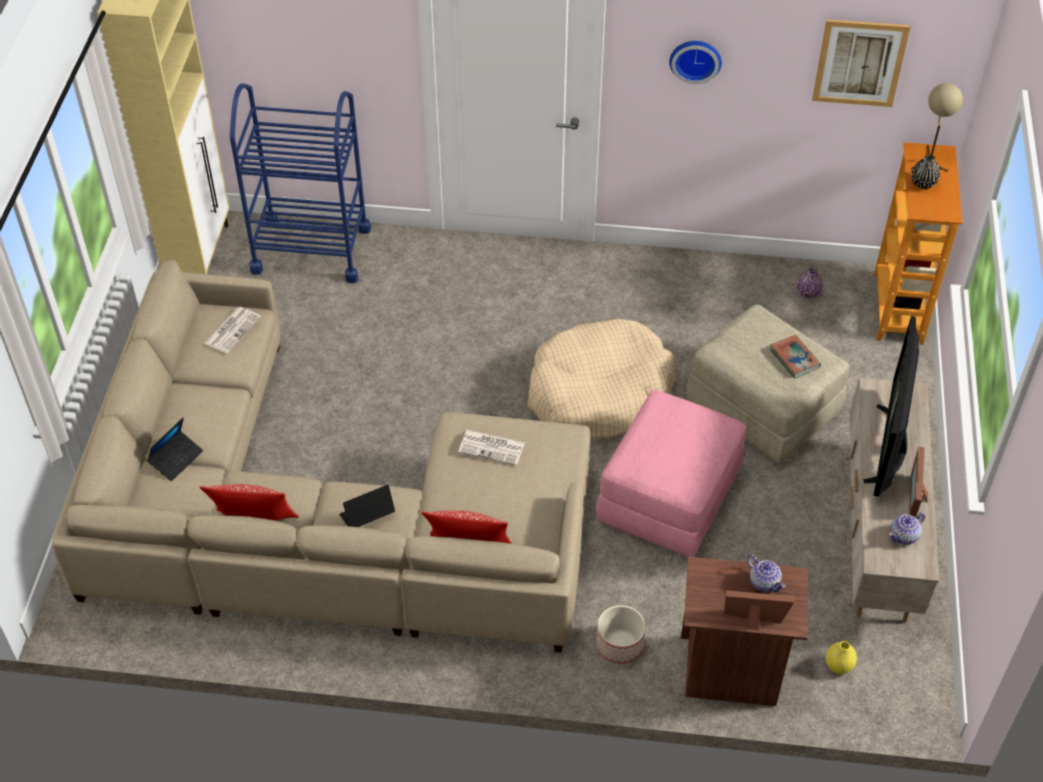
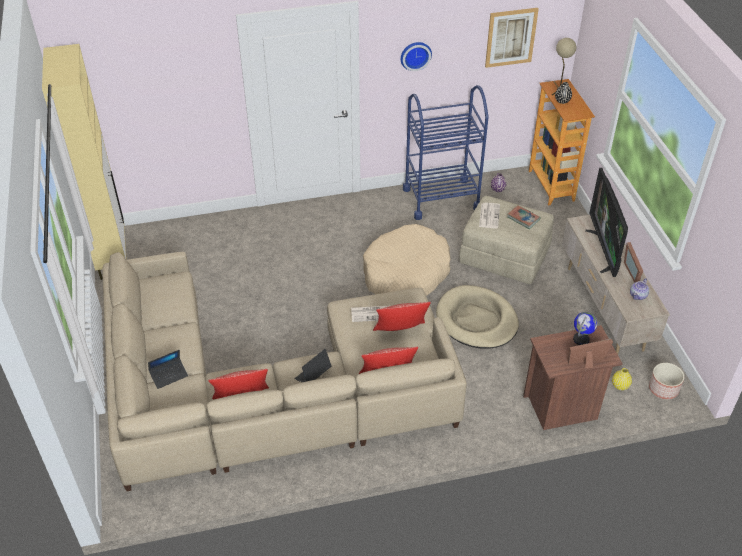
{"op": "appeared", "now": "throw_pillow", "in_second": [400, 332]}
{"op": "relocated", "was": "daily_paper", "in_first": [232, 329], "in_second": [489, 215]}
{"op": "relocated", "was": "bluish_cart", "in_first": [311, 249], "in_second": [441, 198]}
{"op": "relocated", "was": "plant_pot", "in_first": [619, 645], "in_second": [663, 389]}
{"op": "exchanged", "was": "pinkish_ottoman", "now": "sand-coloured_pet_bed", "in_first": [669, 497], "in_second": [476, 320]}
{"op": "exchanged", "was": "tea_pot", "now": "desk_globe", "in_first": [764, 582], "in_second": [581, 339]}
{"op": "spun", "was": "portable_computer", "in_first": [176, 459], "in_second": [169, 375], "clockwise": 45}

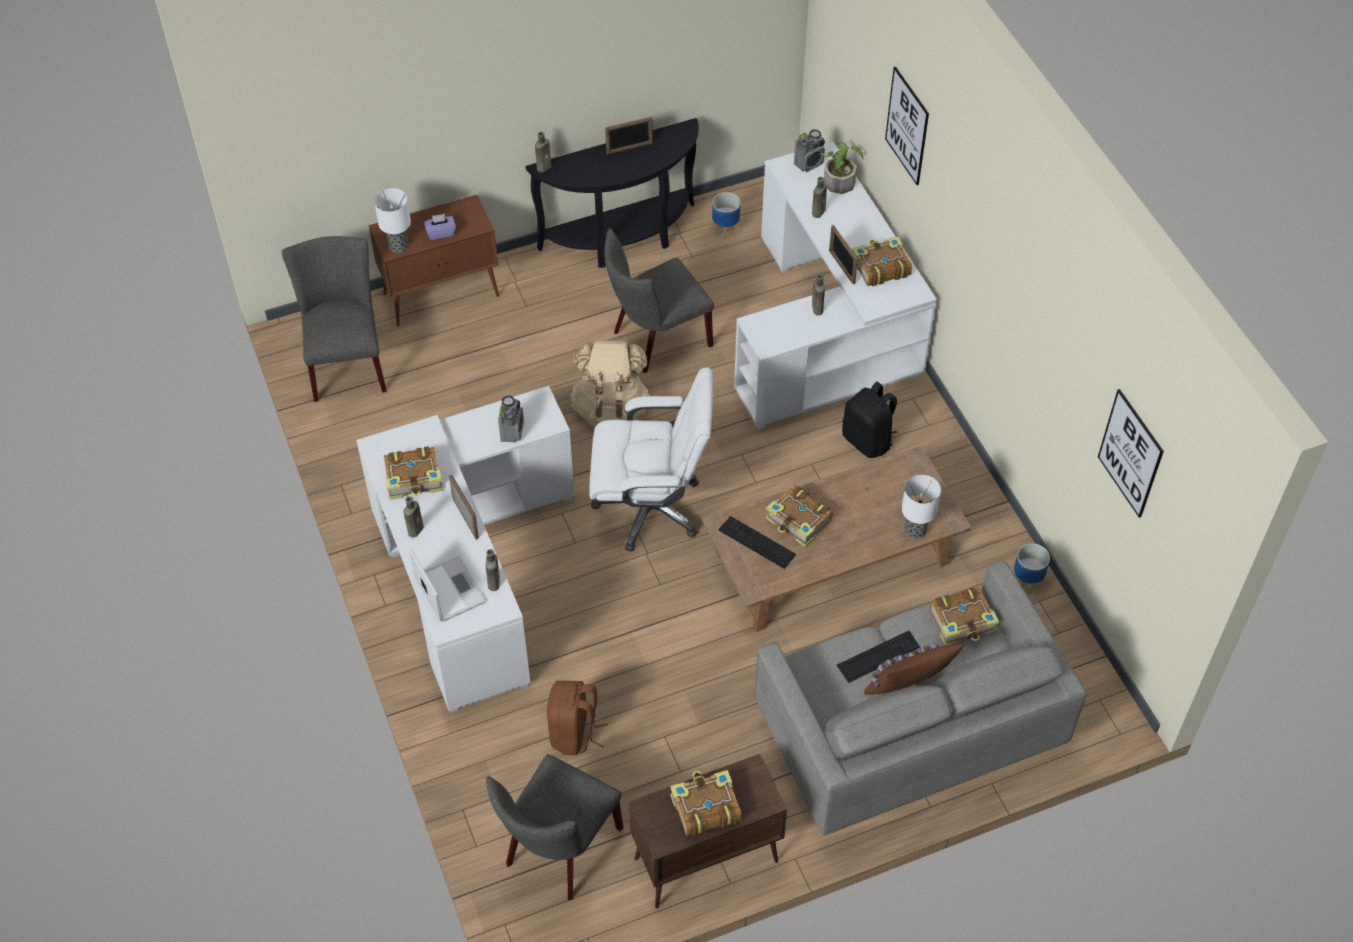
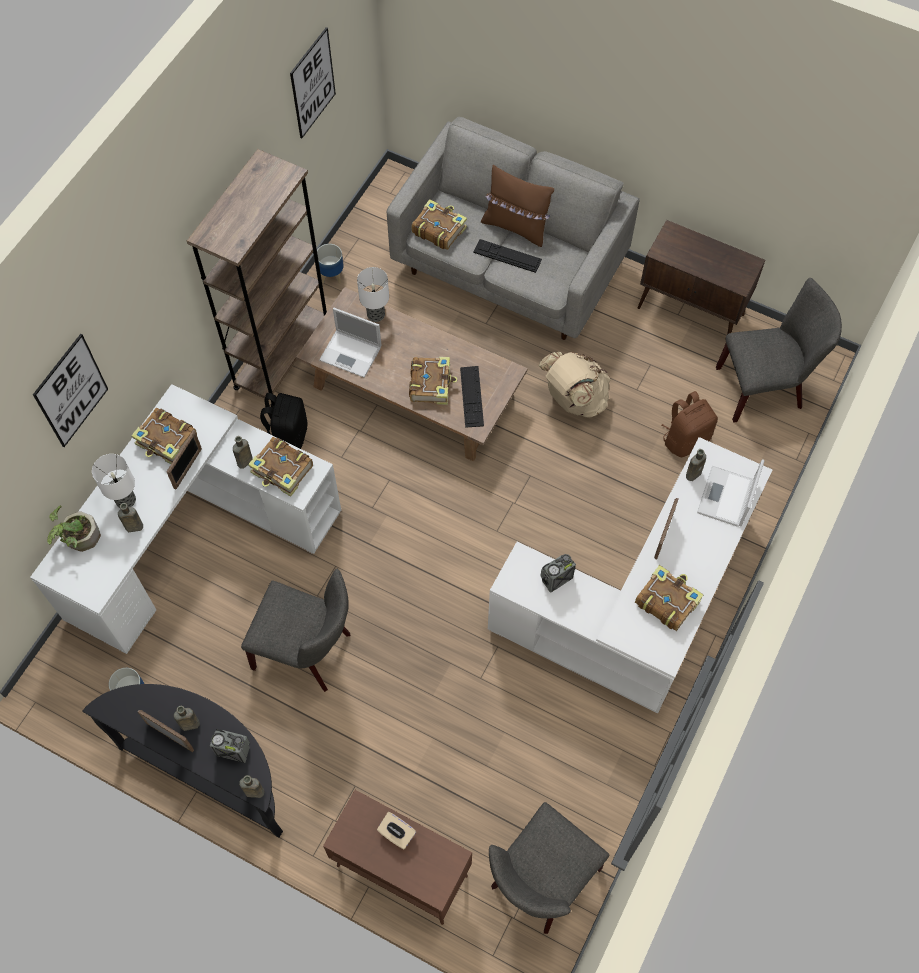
{"op": "missing", "was": "whitish_office_chair", "in_first": [651, 507]}
{"op": "appeared", "now": "brownish_bookshelf", "in_second": [282, 356]}
{"op": "appeared", "now": "portable_computer", "in_second": [351, 354]}
{"op": "relocated", "was": "tabletop_lamp", "in_first": [398, 246], "in_second": [126, 500]}
{"op": "relocated", "was": "brownish_beverage_bottle", "in_first": [416, 529], "in_second": [188, 725]}
{"op": "relocated", "was": "sand-coloured_knapsack", "in_first": [611, 409], "in_second": [573, 399]}
{"op": "relocated", "was": "bound_book", "in_first": [704, 808], "in_second": [282, 471]}
{"op": "relocated", "was": "radio_set", "in_first": [809, 163], "in_second": [233, 750]}
{"op": "colour", "was": "purple-coloured_tissue_holder", "now": "sand-coloured_tissue_holder", "in_first": [441, 233], "in_second": [396, 833]}

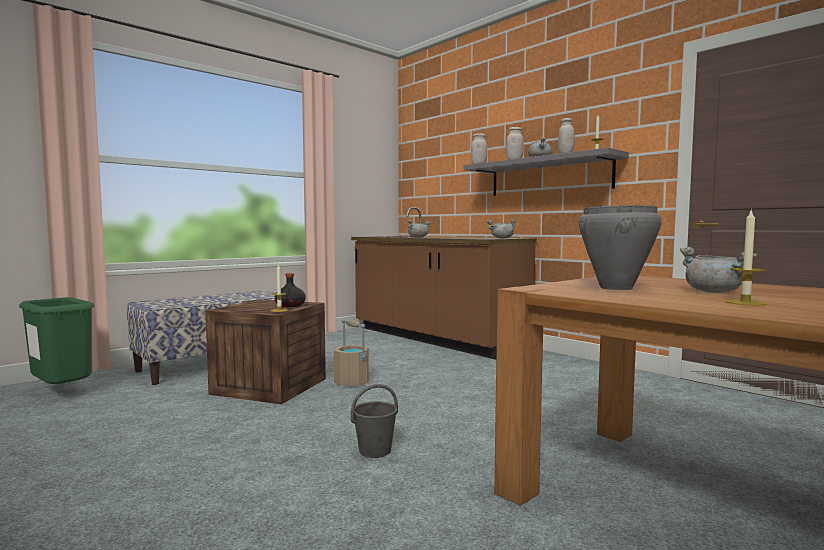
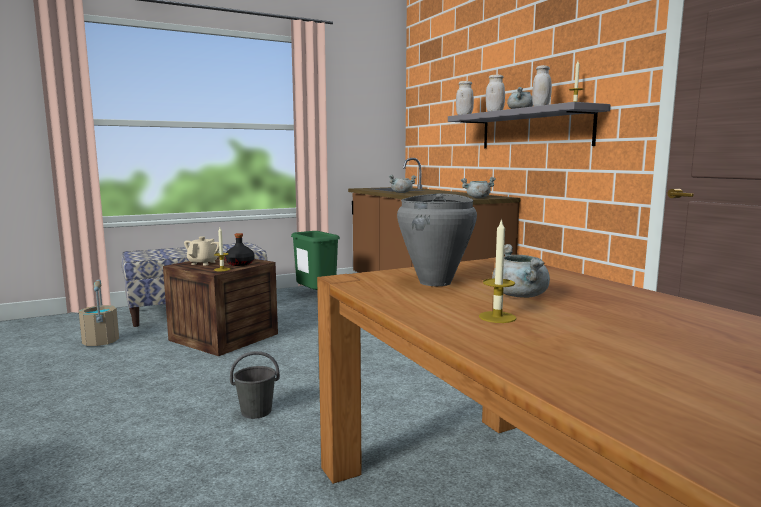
{"op": "appeared", "now": "sand-coloured_tea_pot", "in_second": [203, 263]}
{"op": "relocated", "was": "green-coloured_rubbish_bin", "in_first": [61, 394], "in_second": [315, 297]}
{"op": "relocated", "was": "sand-coloured_bucket", "in_first": [352, 382], "in_second": [100, 342]}

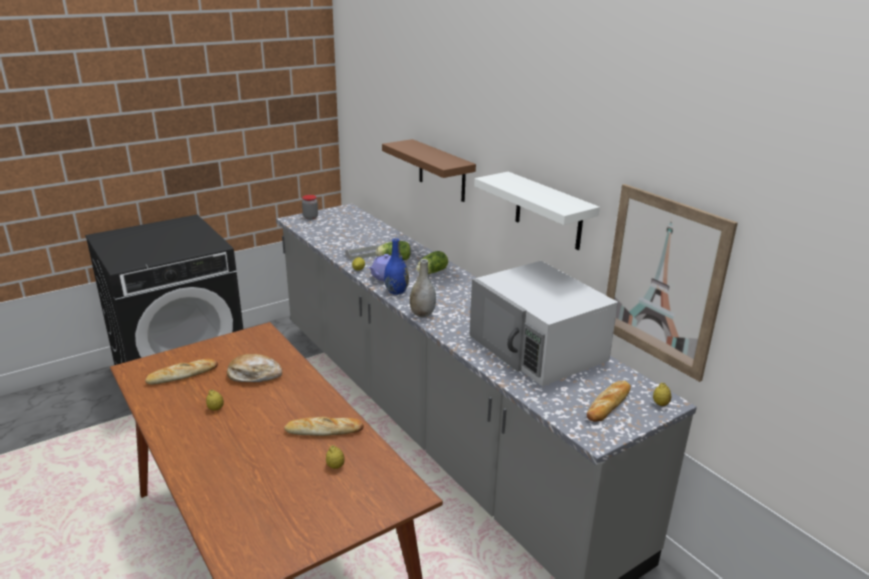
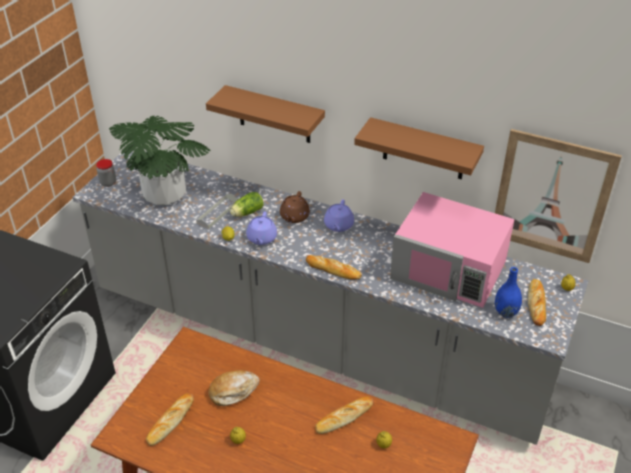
{"op": "appeared", "now": "houseplant", "in_second": [165, 194]}
{"op": "appeared", "now": "purple-coloured_tea_pot", "in_second": [338, 225]}
{"op": "relocated", "was": "bluish_vase", "in_first": [396, 291], "in_second": [505, 312]}
{"op": "exchanged", "was": "greyish_vase", "now": "bread", "in_first": [422, 314], "in_second": [333, 270]}
{"op": "exchanged", "was": "lettuce", "now": "brownish_tea_pot", "in_first": [430, 272], "in_second": [294, 217]}
{"op": "colour", "was": "whitish_microwave_oven", "now": "pinkish_microwave_oven", "in_first": [538, 348], "in_second": [449, 269]}
{"op": "colour", "was": "whitish_shelf", "now": "brownish_shelf", "in_first": [548, 211], "in_second": [423, 149]}

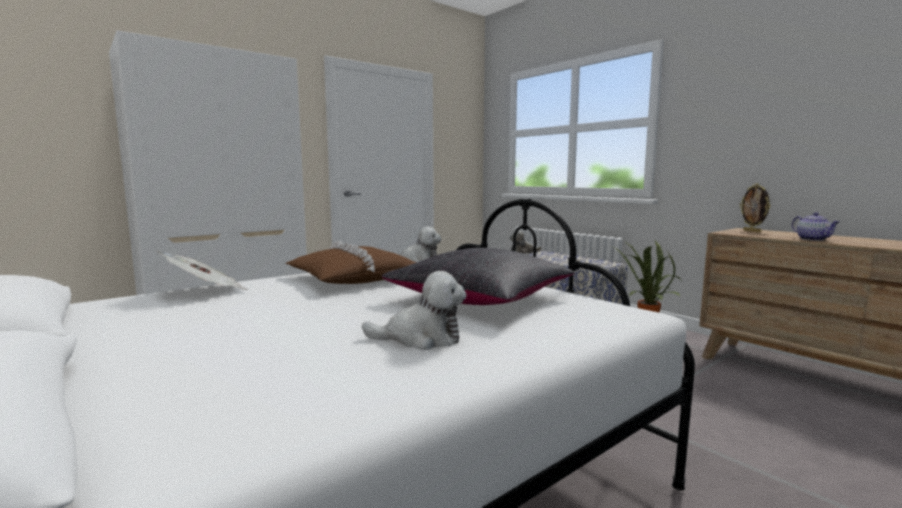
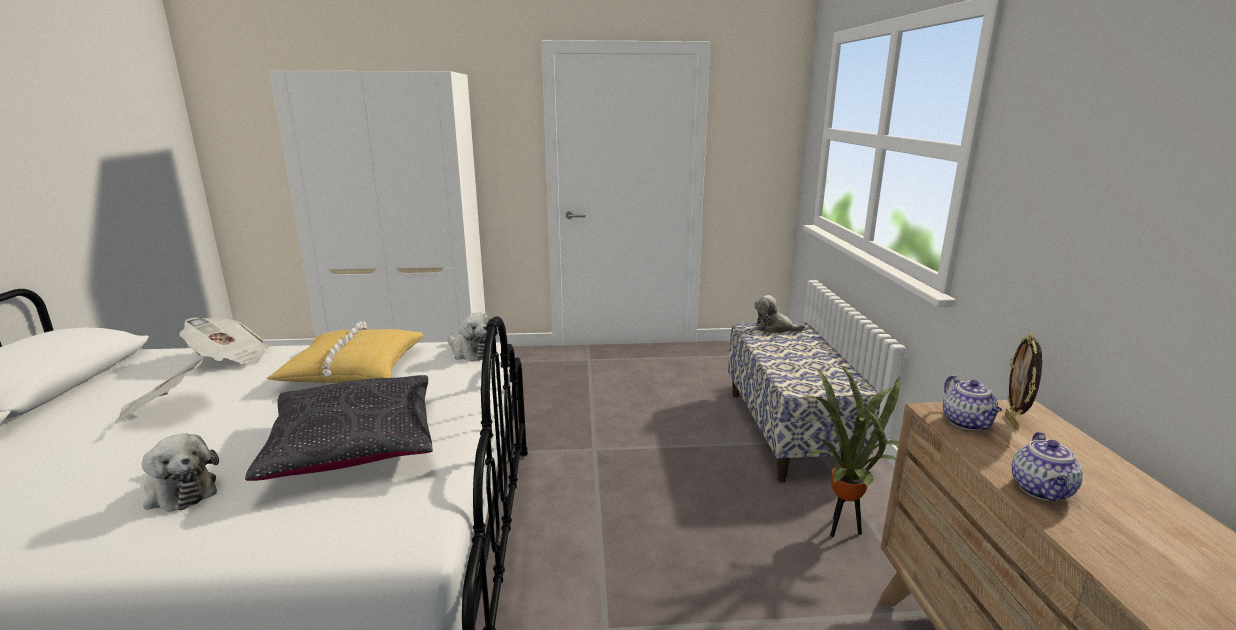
{"op": "appeared", "now": "daily_paper", "in_second": [163, 410]}
{"op": "appeared", "now": "tea_pot", "in_second": [967, 423]}
{"op": "colour", "was": "brownish_throw_pillow", "now": "yellow_throw_pillow", "in_first": [353, 279], "in_second": [353, 369]}

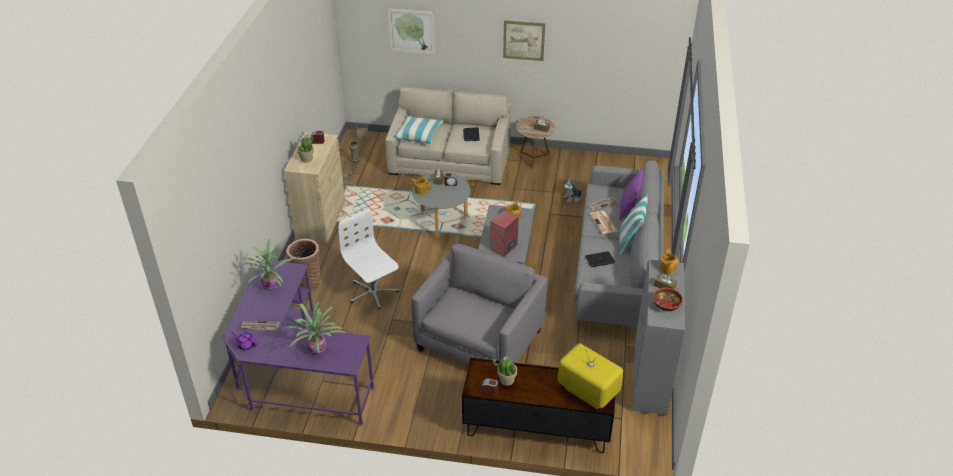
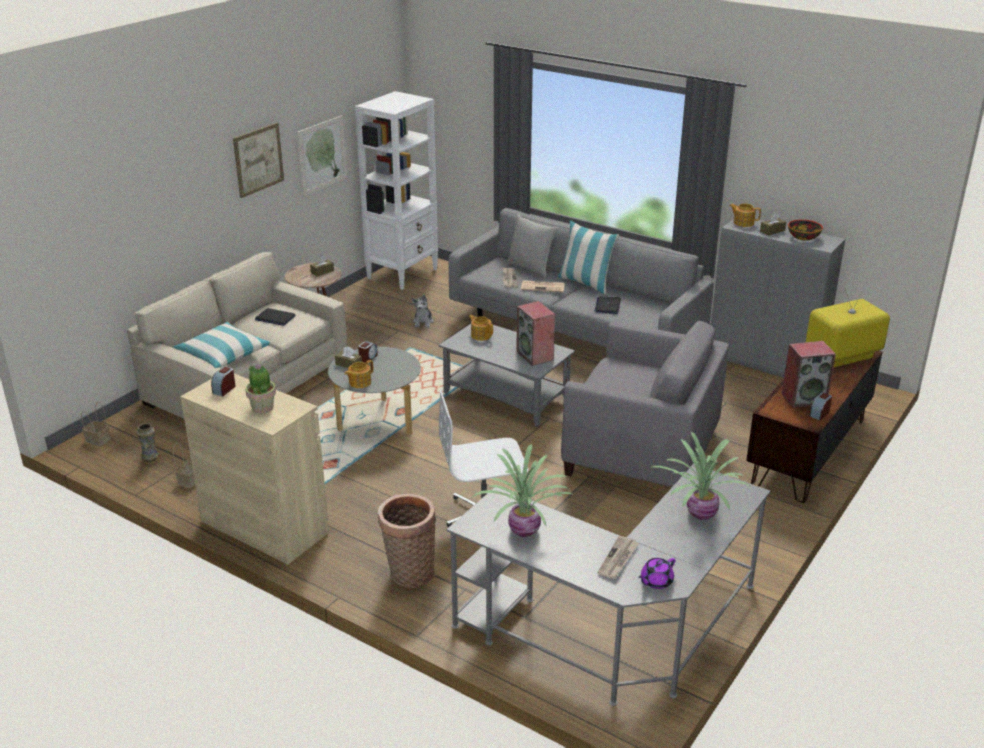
{"op": "appeared", "now": "whitish_bookshelf", "in_second": [403, 273]}
{"op": "relocated", "was": "picture", "in_first": [411, 31], "in_second": [322, 155]}
{"op": "exchanged", "was": "houseplant", "now": "loudspeaker", "in_first": [506, 380], "in_second": [804, 398]}
{"op": "colour", "was": "purple-coloured_desk_unit", "now": "greyish_desk_unit", "in_first": [295, 374], "in_second": [616, 630]}
{"op": "colour", "was": "purple-coloured_throw_pillow", "now": "greyish_throw_pillow", "in_first": [629, 209], "in_second": [530, 268]}
{"op": "spun", "was": "greyish_lounge_chair", "in_first": [479, 341], "in_second": [641, 452], "clockwise": 150}

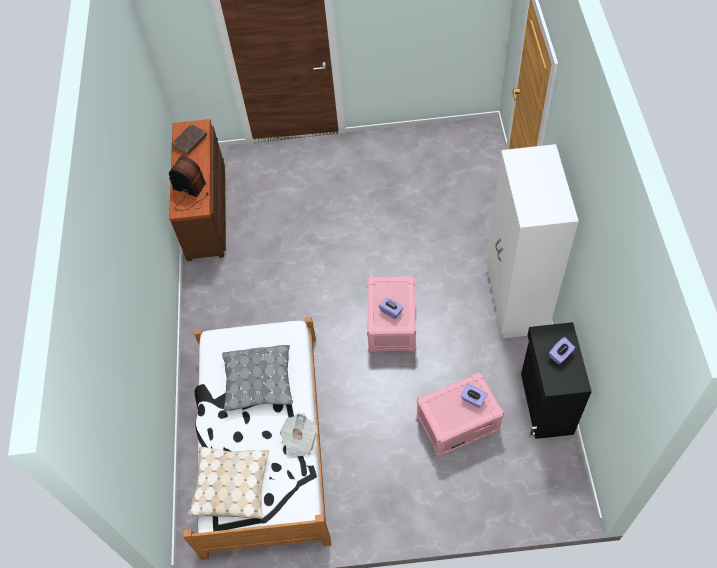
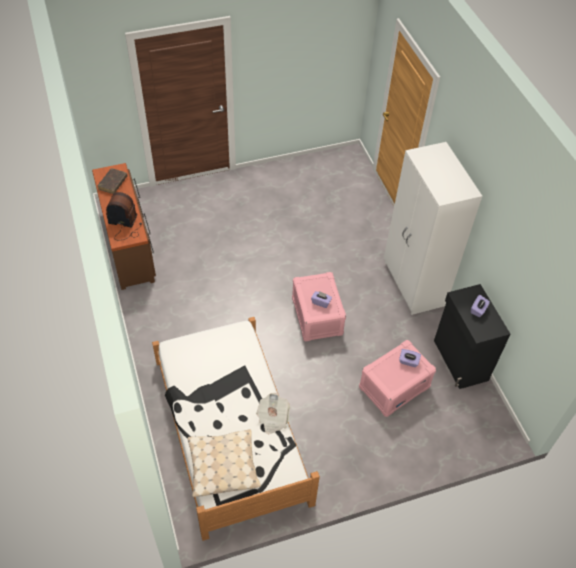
{"op": "missing", "was": "greyish_throw_pillow", "in_first": [259, 382]}

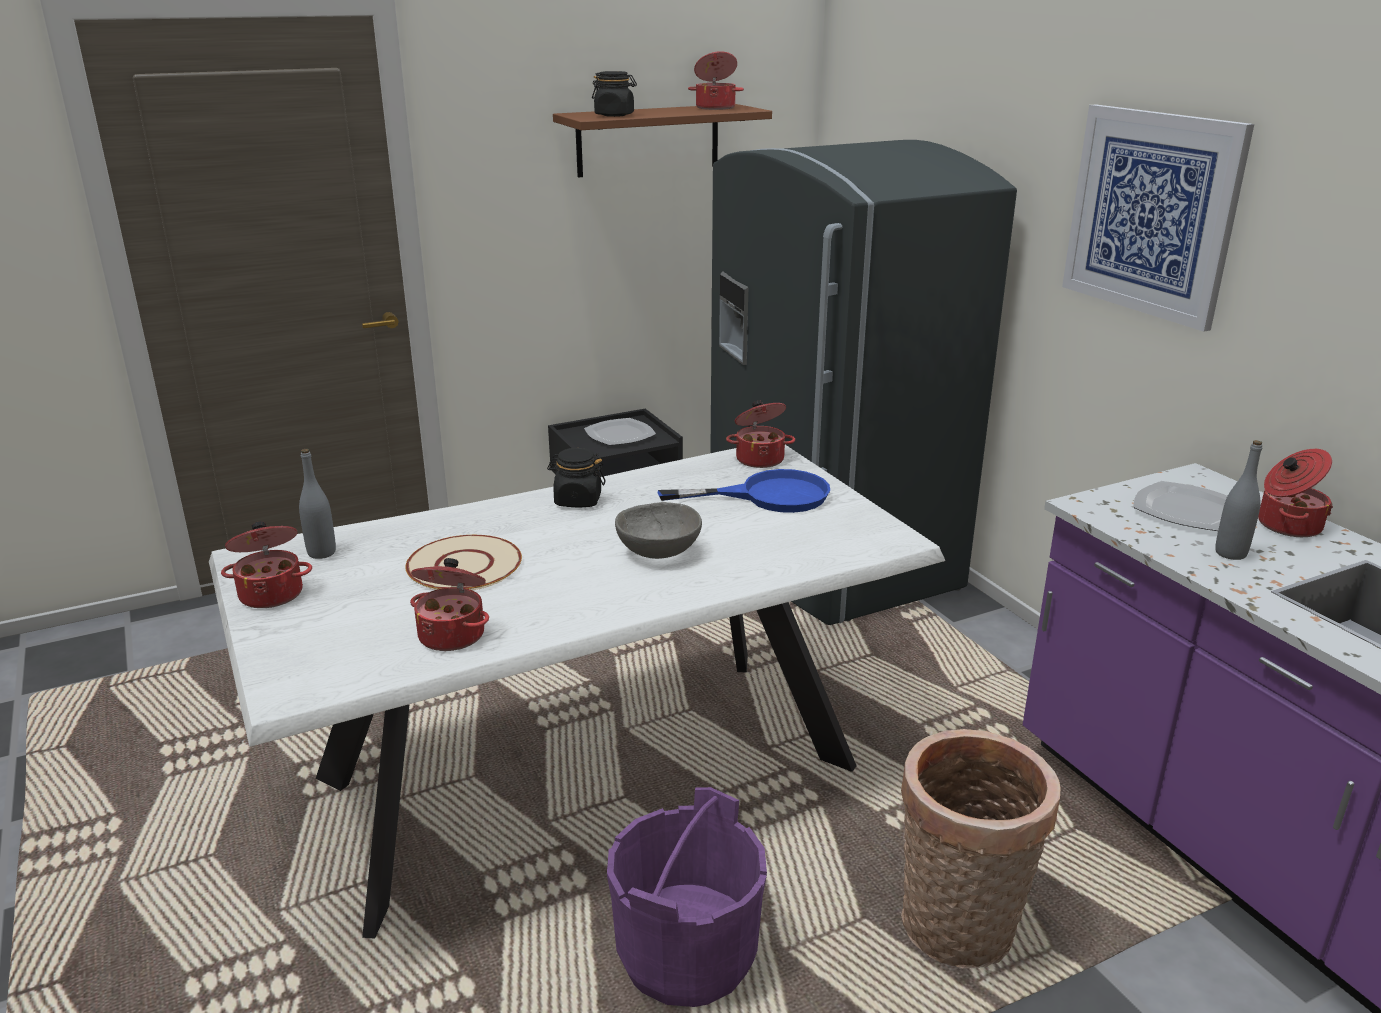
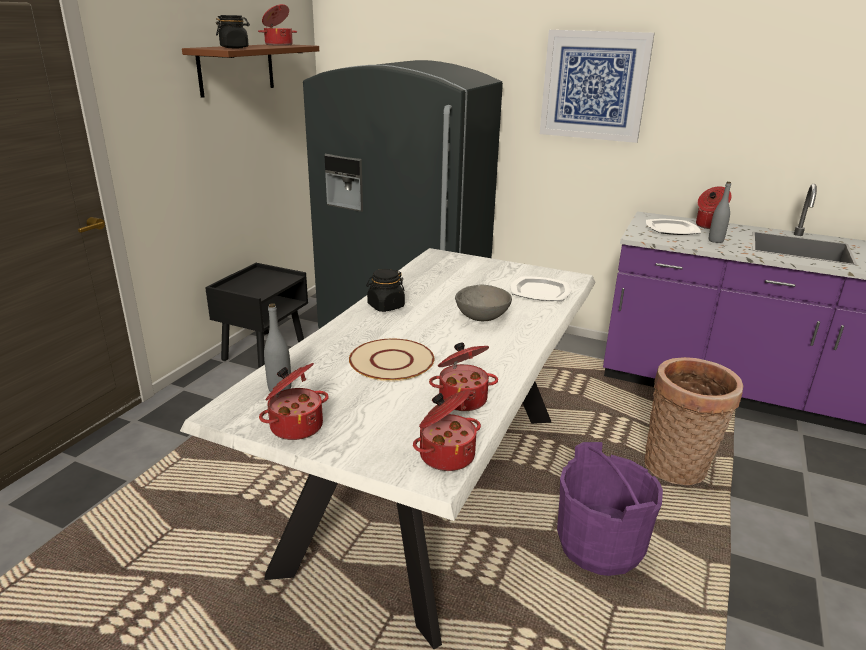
{"op": "missing", "was": "bluish_pan", "in_first": [768, 496]}
{"op": "relocated", "was": "flat_dish", "in_first": [619, 435], "in_second": [540, 292]}
{"op": "relocated", "was": "cooking_pot", "in_first": [760, 459], "in_second": [446, 454]}

